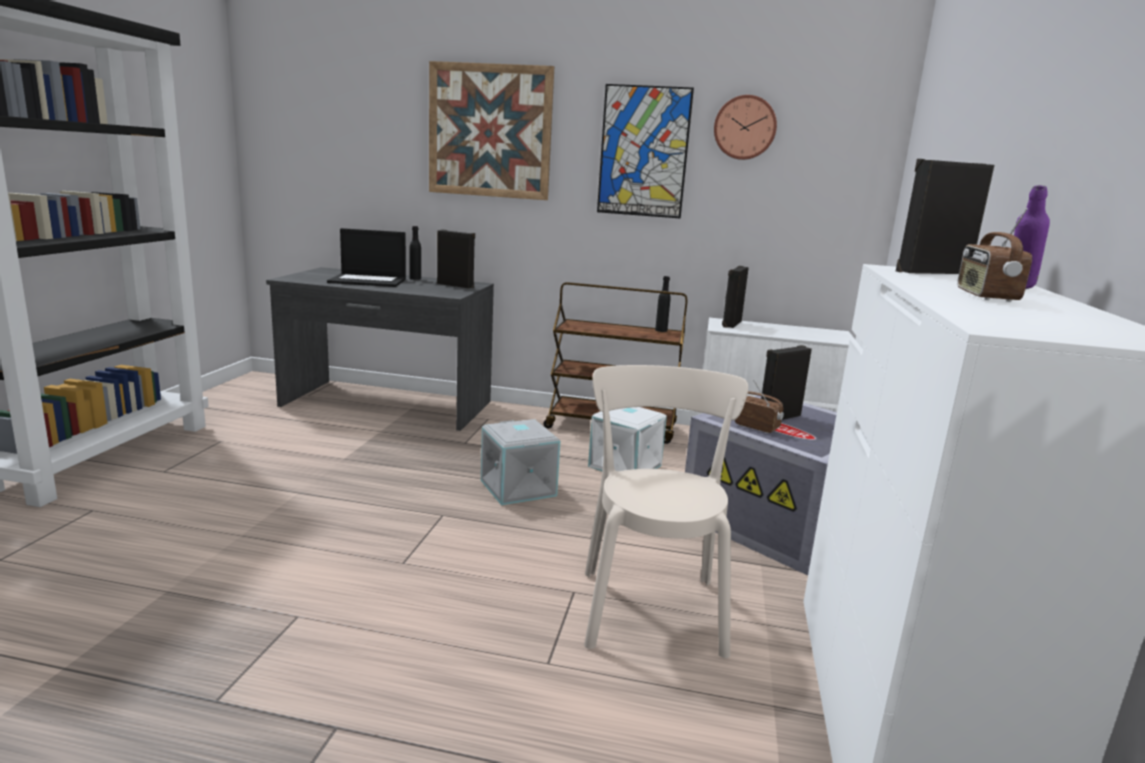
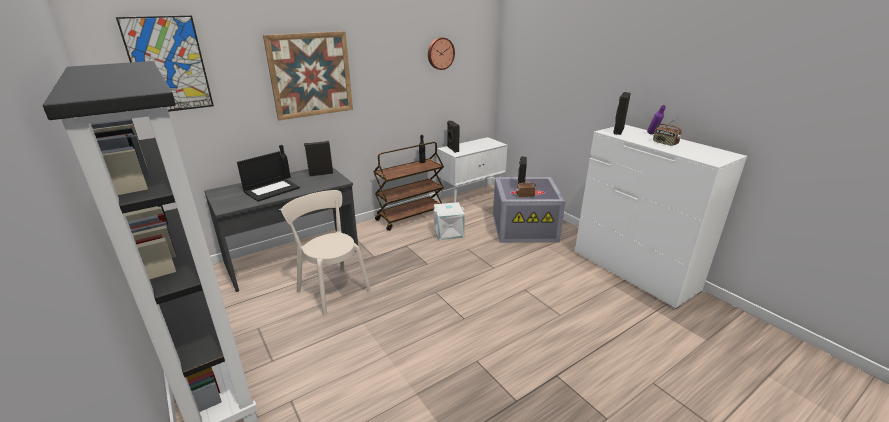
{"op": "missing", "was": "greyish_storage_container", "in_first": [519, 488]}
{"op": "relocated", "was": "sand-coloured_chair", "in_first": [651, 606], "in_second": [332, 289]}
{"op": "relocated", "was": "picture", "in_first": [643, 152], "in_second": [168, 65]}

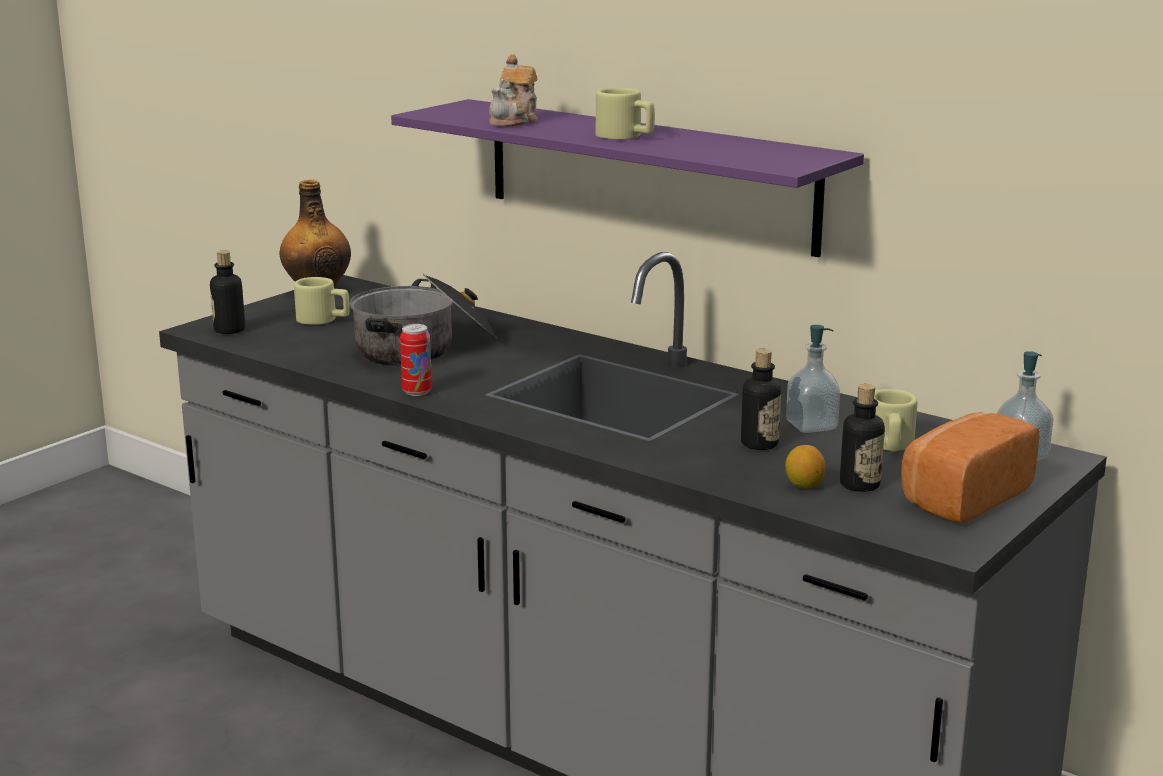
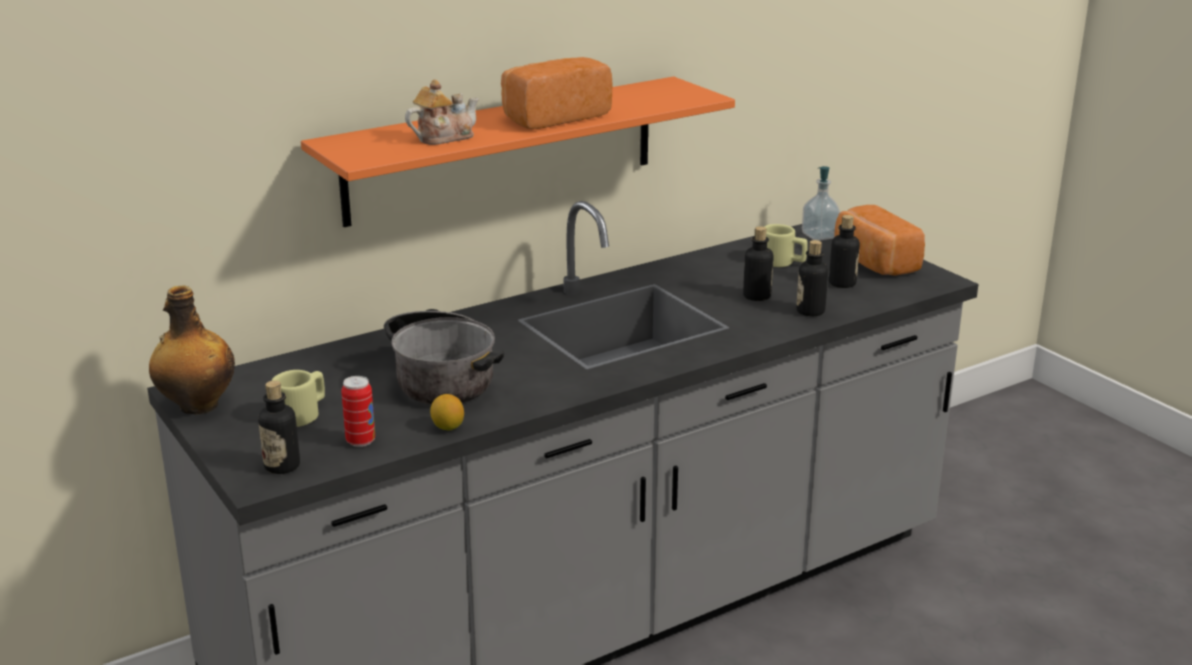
{"op": "missing", "was": "soap_dispenser", "in_first": [811, 426]}
{"op": "appeared", "now": "beverage_bottle", "in_second": [810, 311]}
{"op": "relocated", "was": "metal_can", "in_first": [417, 392], "in_second": [360, 441]}
{"op": "relocated", "was": "citrus_fruit", "in_first": [803, 485], "in_second": [448, 427]}
{"op": "exchanged", "was": "sand-coloured_mug", "now": "bread", "in_first": [625, 137], "in_second": [553, 117]}
{"op": "colour", "was": "purple-coloured_shelf", "now": "orangey_shelf", "in_first": [648, 174], "in_second": [502, 150]}
{"op": "spun", "was": "tea_pot", "in_first": [515, 121], "in_second": [443, 137], "clockwise": -75}

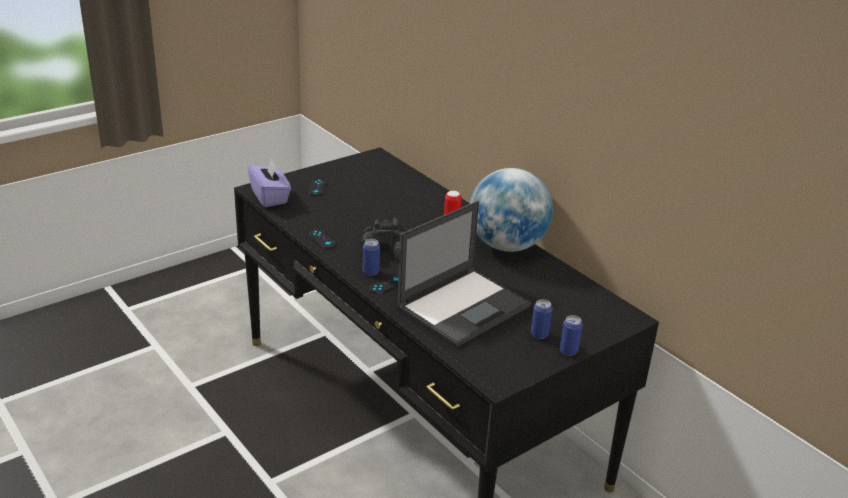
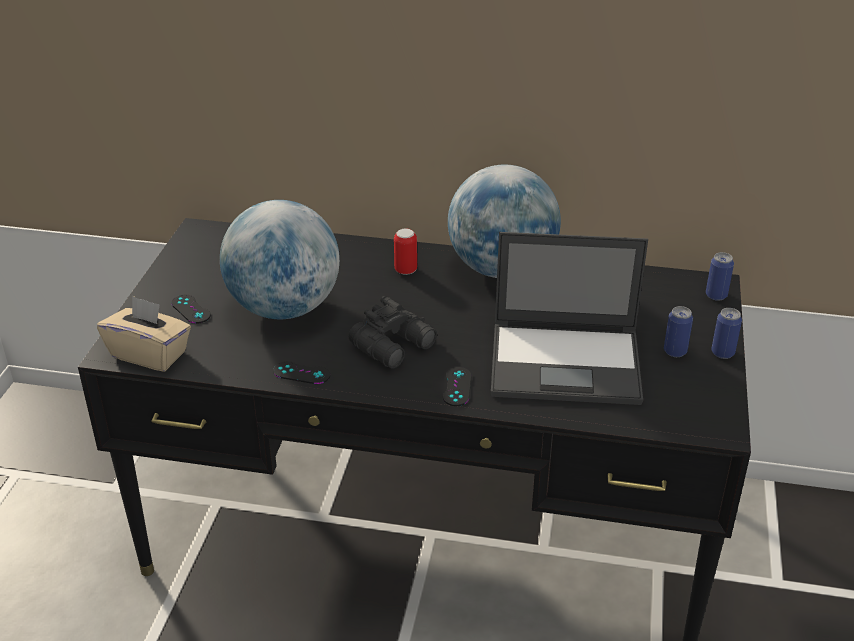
{"op": "appeared", "now": "desk_globe", "in_second": [284, 308]}
{"op": "relocated", "was": "metal_can", "in_first": [371, 272], "in_second": [716, 295]}
{"op": "colour", "was": "purple-coloured_tissue_holder", "now": "sand-coloured_tissue_holder", "in_first": [270, 197], "in_second": [150, 354]}
{"op": "spun", "was": "portable_computer", "in_first": [464, 306], "in_second": [567, 363], "clockwise": 90}

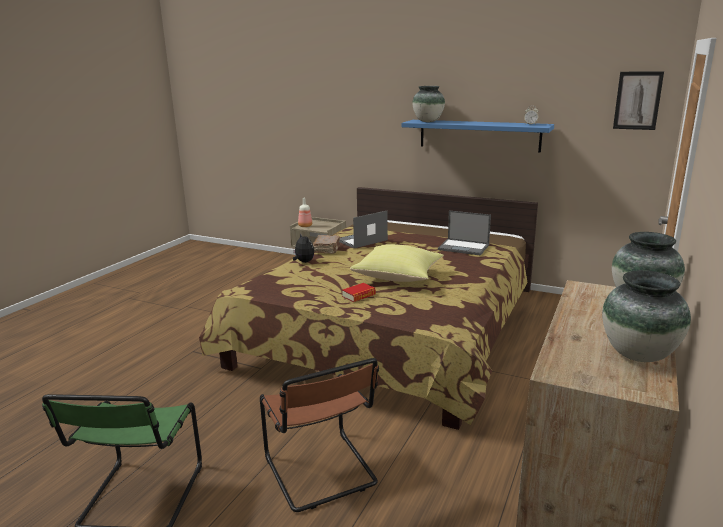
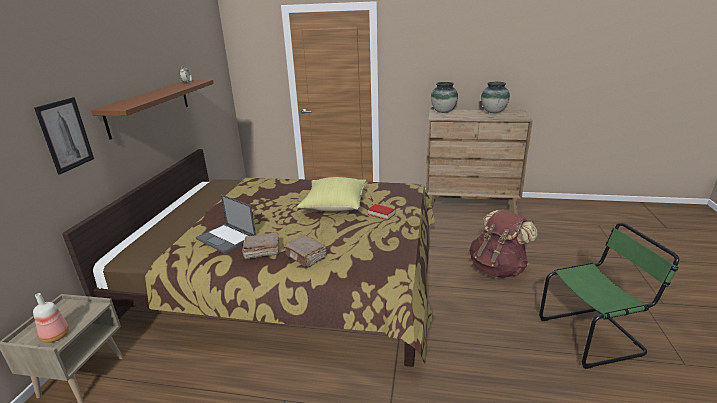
{"op": "missing", "was": "vase", "in_first": [428, 121]}
{"op": "missing", "was": "portable_computer", "in_first": [464, 247]}
{"op": "relocated", "was": "picture", "in_first": [637, 100], "in_second": [65, 135]}
{"op": "exchanged", "was": "brownish_chair", "now": "brownish_knapsack", "in_first": [322, 473], "in_second": [497, 269]}
{"op": "exchanged", "was": "cuddly_toy", "now": "brownish_bound_book", "in_first": [303, 262], "in_second": [306, 257]}
{"op": "colour", "was": "bluish_shelf", "now": "brownish_shelf", "in_first": [479, 135], "in_second": [150, 106]}

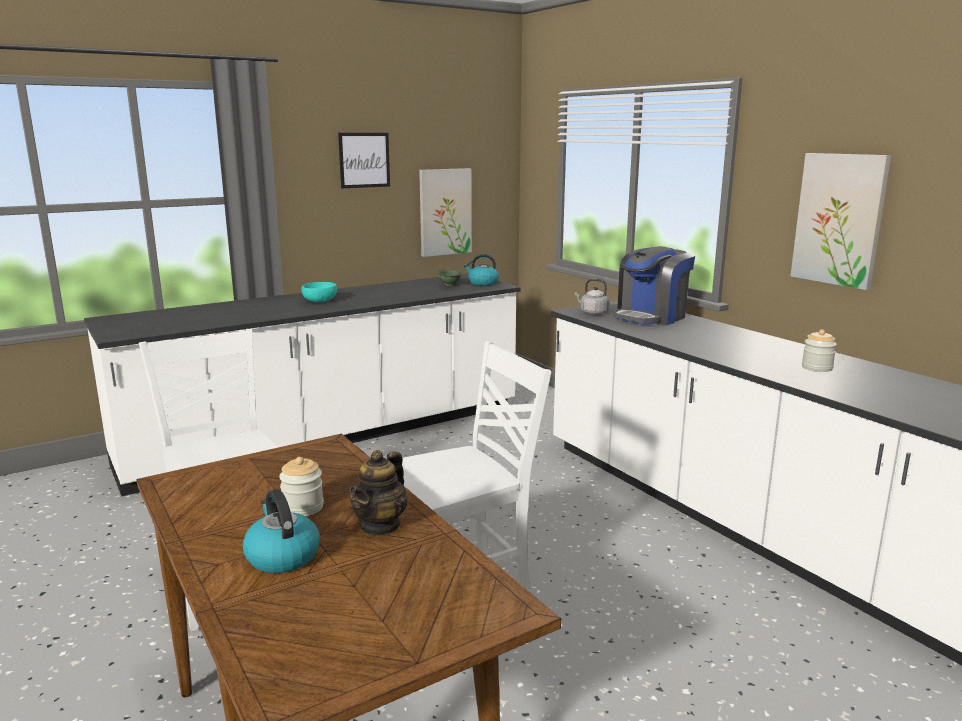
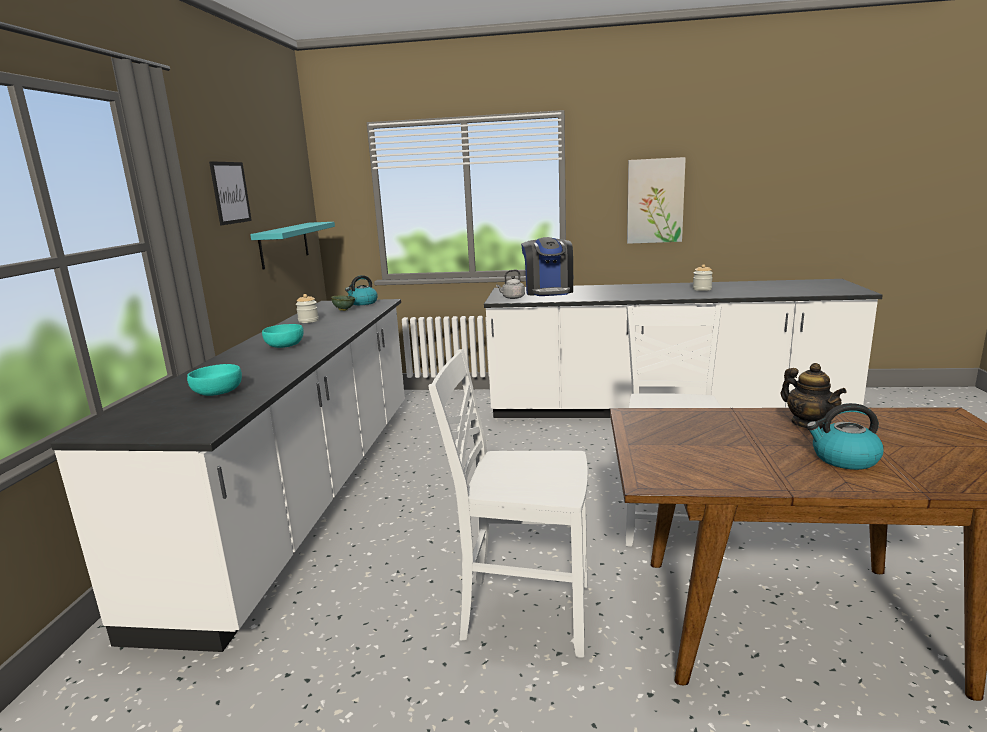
{"op": "appeared", "now": "turquoise-coloured_bowl", "in_second": [218, 392]}
{"op": "relocated", "was": "jar", "in_first": [303, 507], "in_second": [308, 321]}
{"op": "exchanged", "was": "picture", "now": "turquoise-coloured_shelf", "in_first": [445, 212], "in_second": [284, 244]}

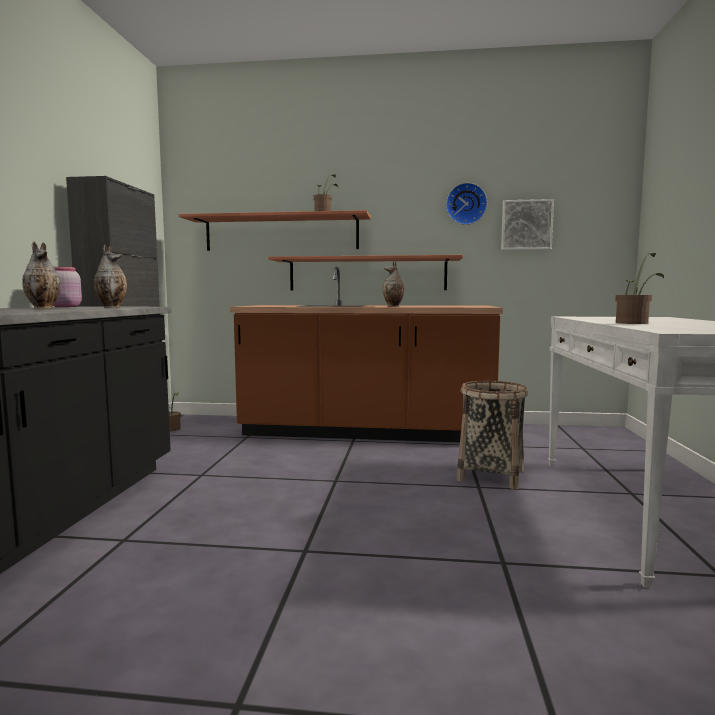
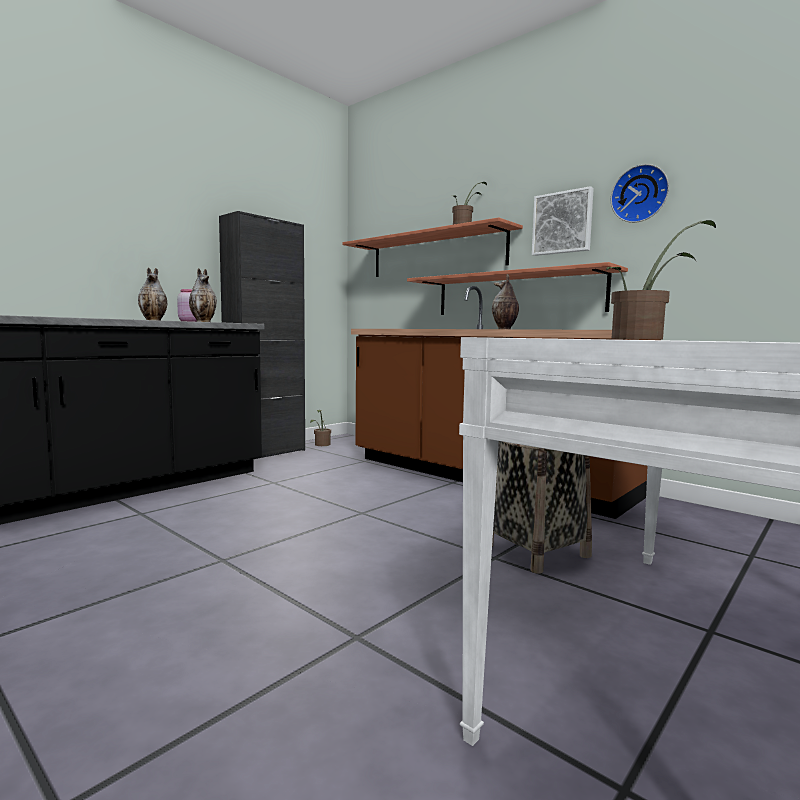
{"op": "relocated", "was": "picture", "in_first": [526, 225], "in_second": [562, 223]}

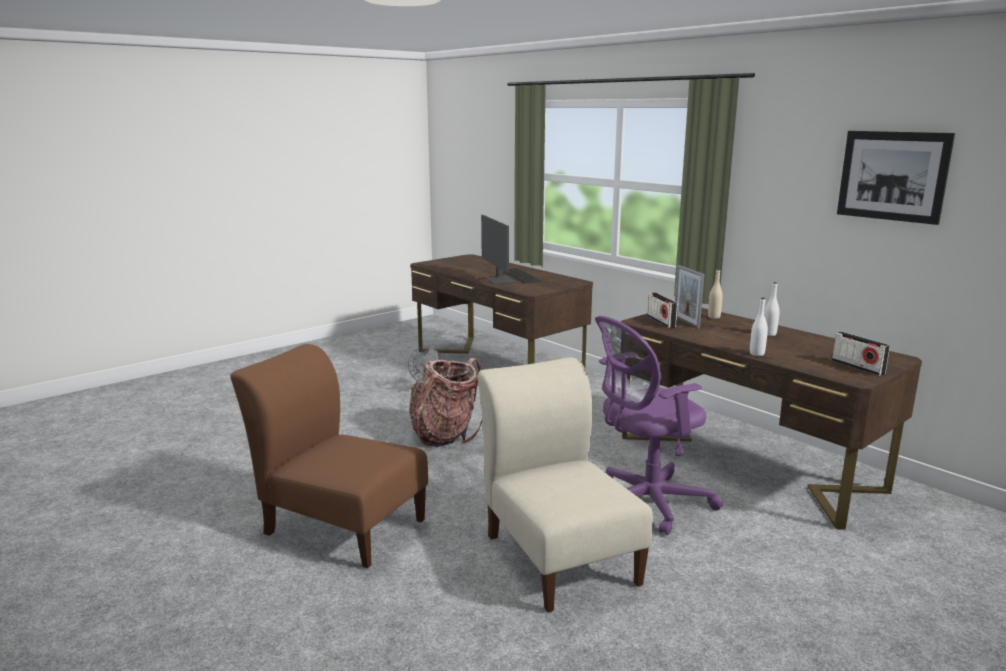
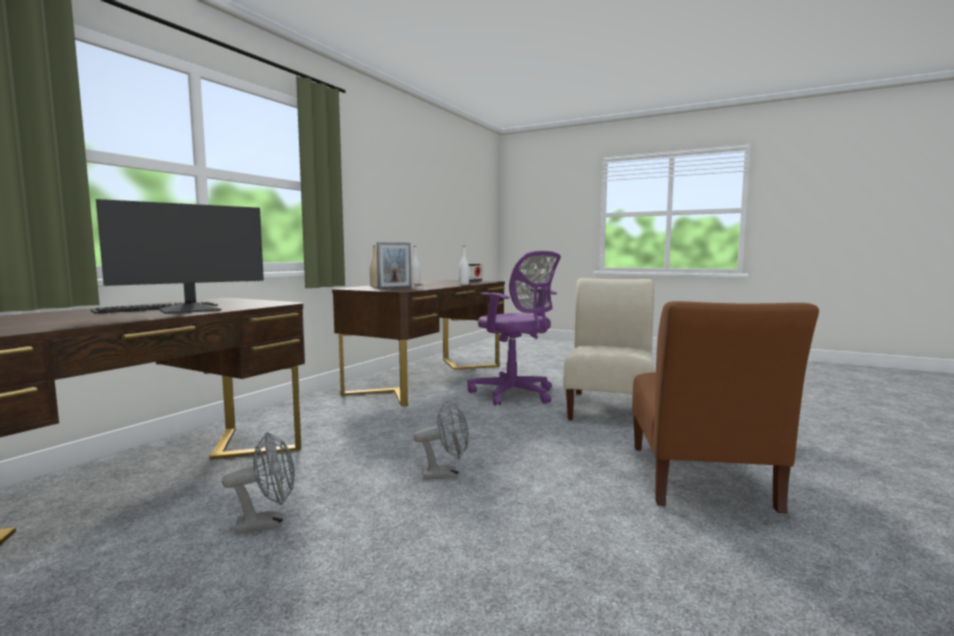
{"op": "missing", "was": "radio_set", "in_first": [661, 321]}
{"op": "missing", "was": "picture", "in_first": [892, 176]}
{"op": "exchanged", "was": "knapsack", "now": "greyish_cooling_fan", "in_first": [446, 434], "in_second": [446, 474]}
{"op": "spun", "was": "sand-coloured_chair", "in_first": [559, 555], "in_second": [610, 407], "clockwise": 150}

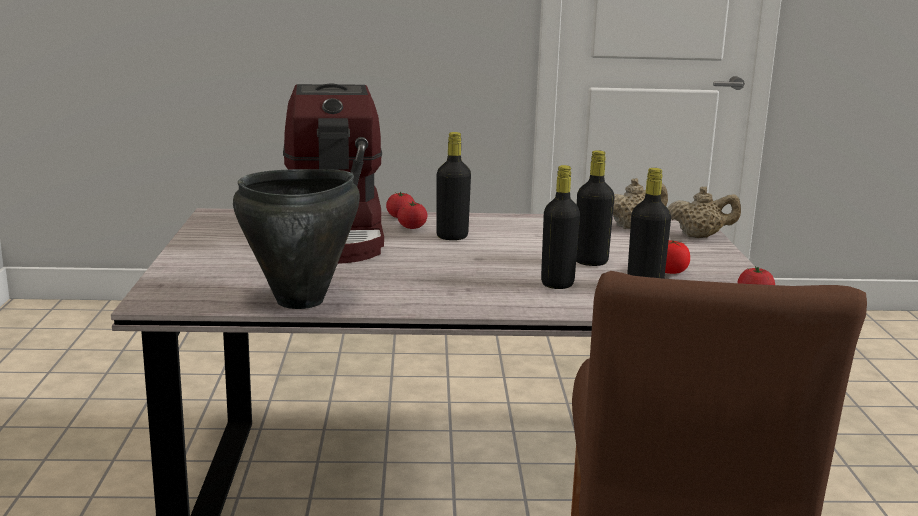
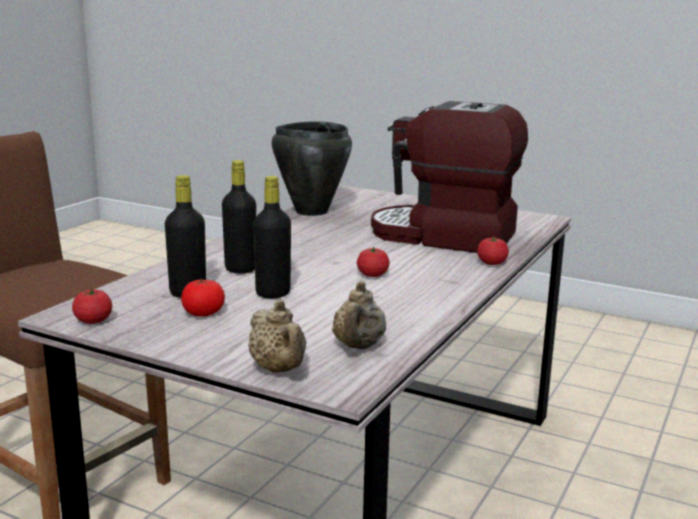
{"op": "missing", "was": "black-coloured_beverage_bottle", "in_first": [452, 237]}
{"op": "relocated", "was": "tomato", "in_first": [412, 227], "in_second": [372, 275]}
{"op": "spun", "was": "sand-coloured_tea_pot", "in_first": [700, 236], "in_second": [279, 369], "clockwise": -60}

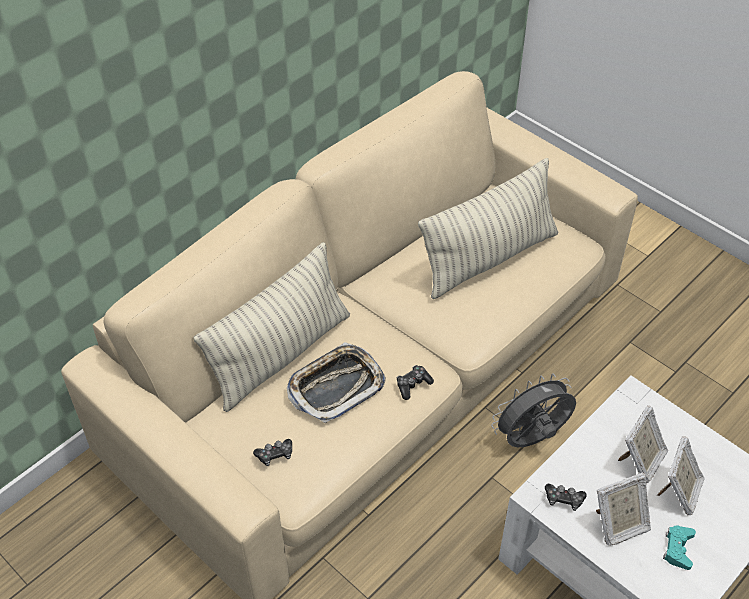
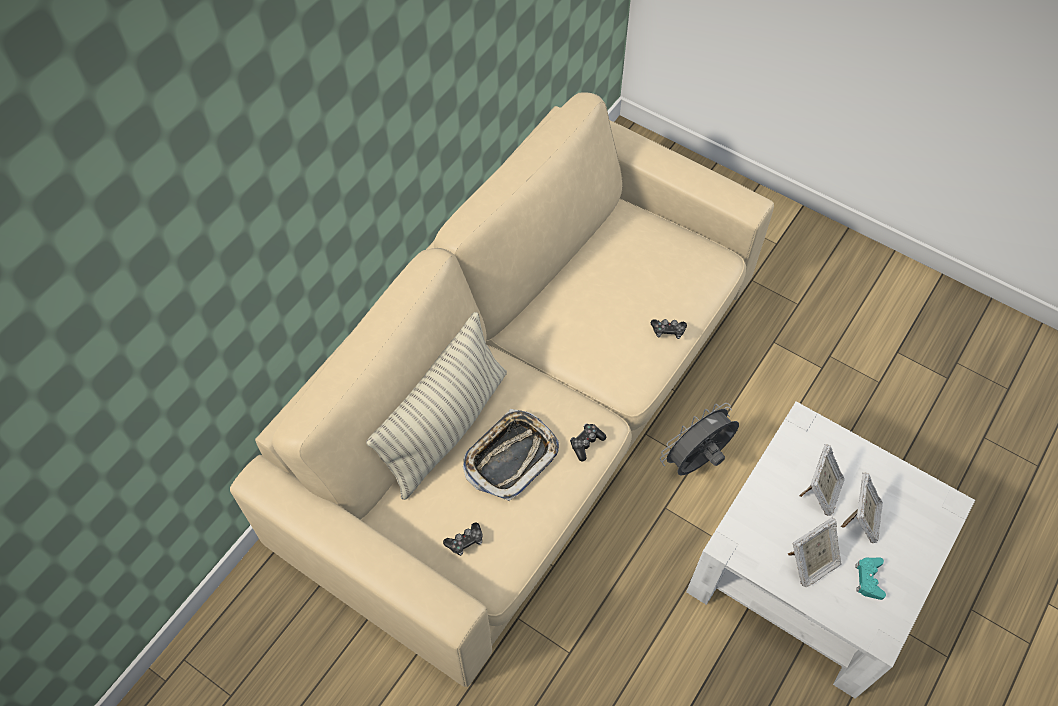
{"op": "missing", "was": "throw_pillow", "in_first": [489, 258]}
{"op": "relocated", "was": "gamepad", "in_first": [564, 500], "in_second": [668, 331]}

